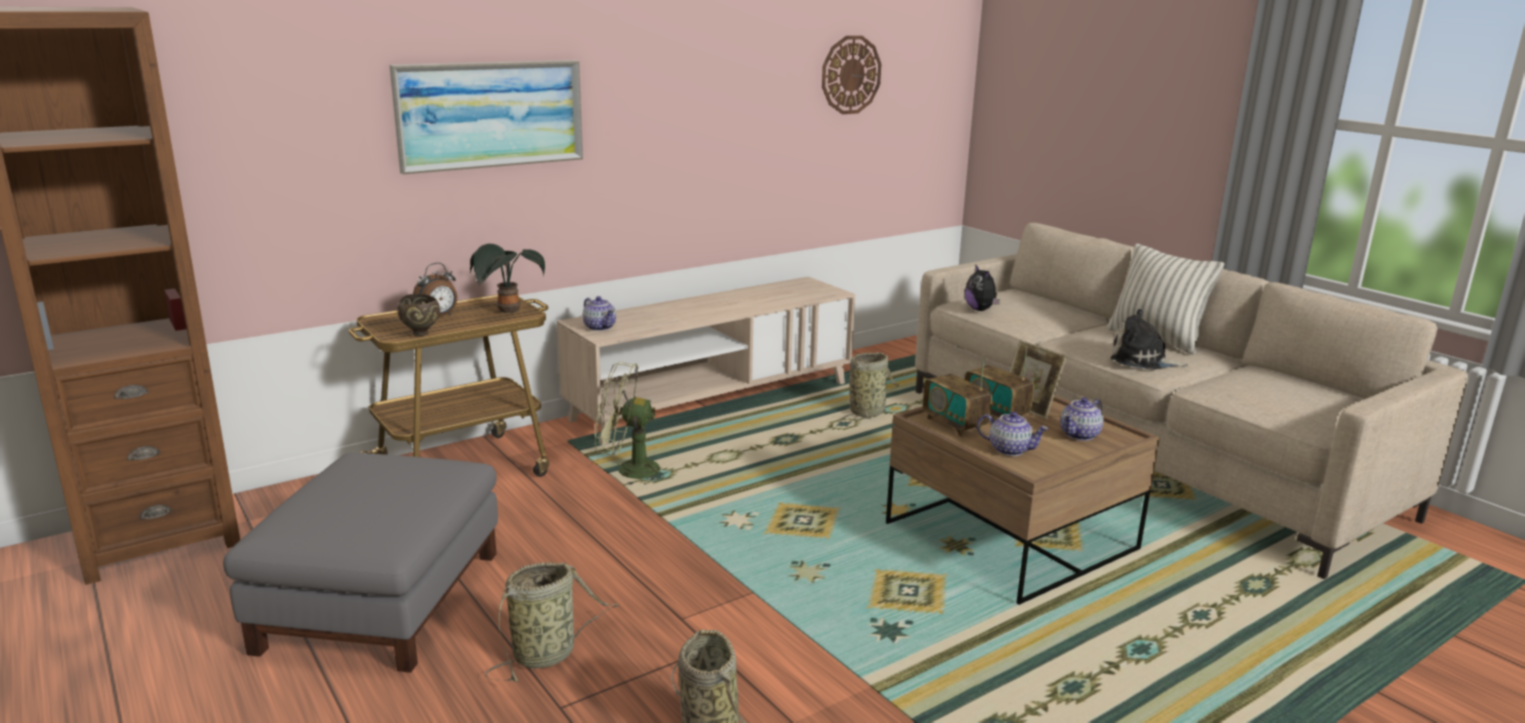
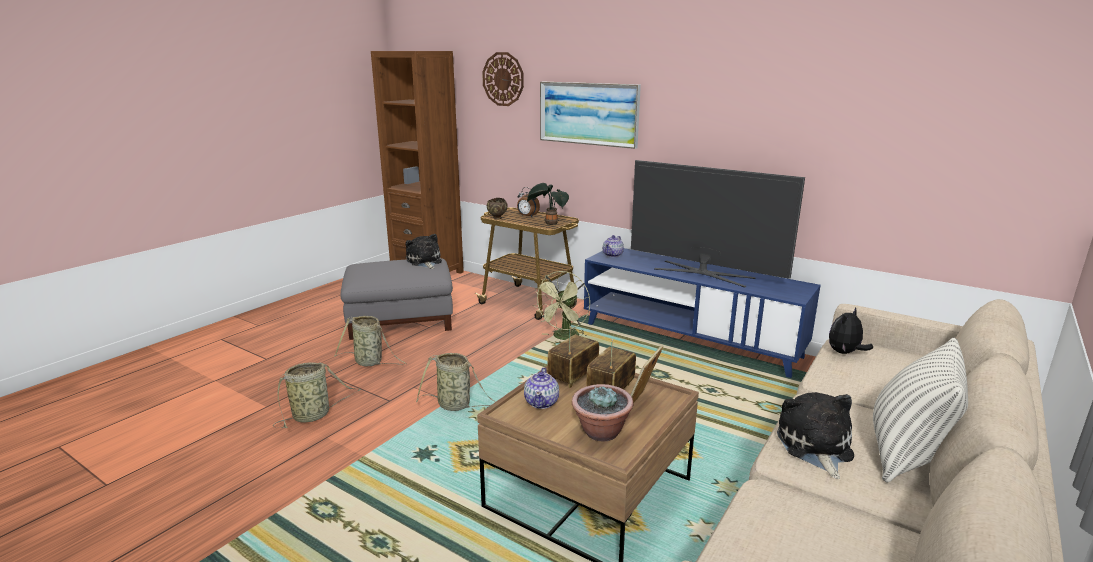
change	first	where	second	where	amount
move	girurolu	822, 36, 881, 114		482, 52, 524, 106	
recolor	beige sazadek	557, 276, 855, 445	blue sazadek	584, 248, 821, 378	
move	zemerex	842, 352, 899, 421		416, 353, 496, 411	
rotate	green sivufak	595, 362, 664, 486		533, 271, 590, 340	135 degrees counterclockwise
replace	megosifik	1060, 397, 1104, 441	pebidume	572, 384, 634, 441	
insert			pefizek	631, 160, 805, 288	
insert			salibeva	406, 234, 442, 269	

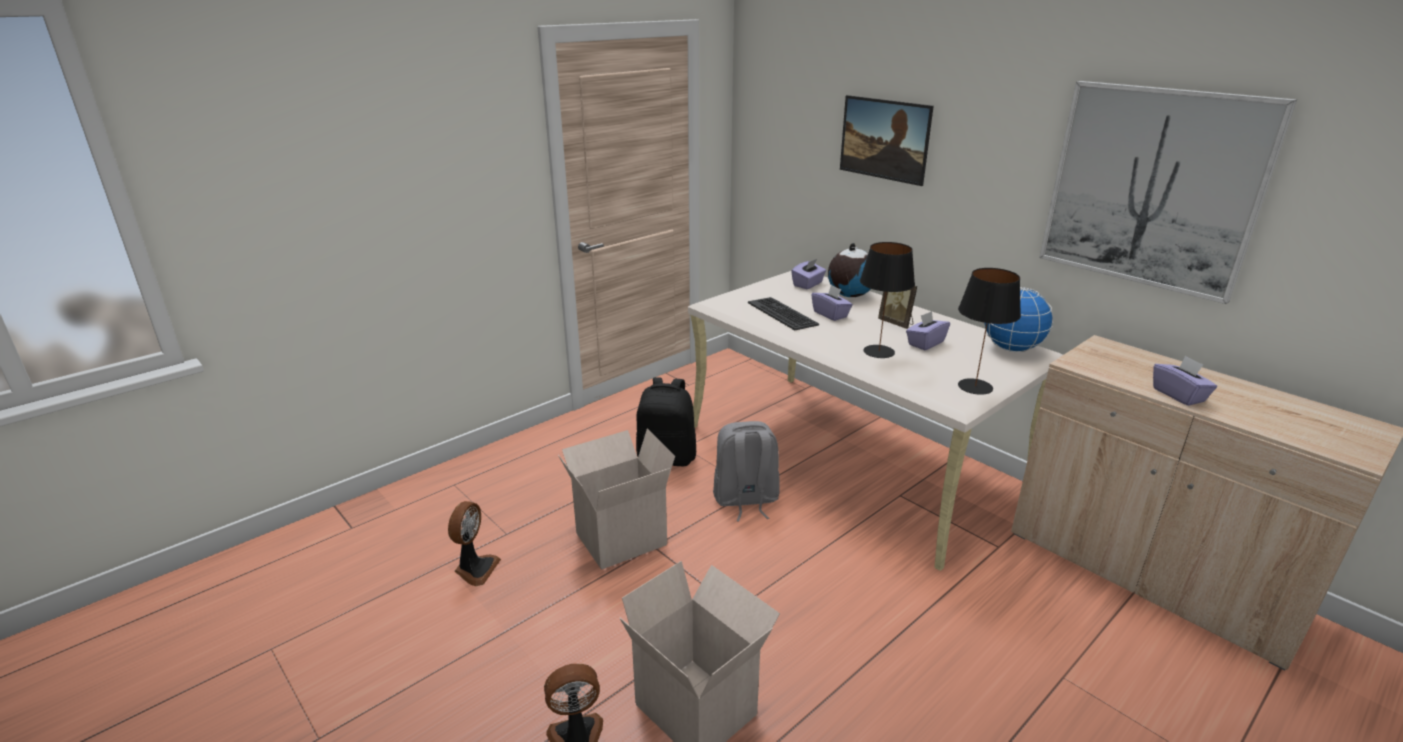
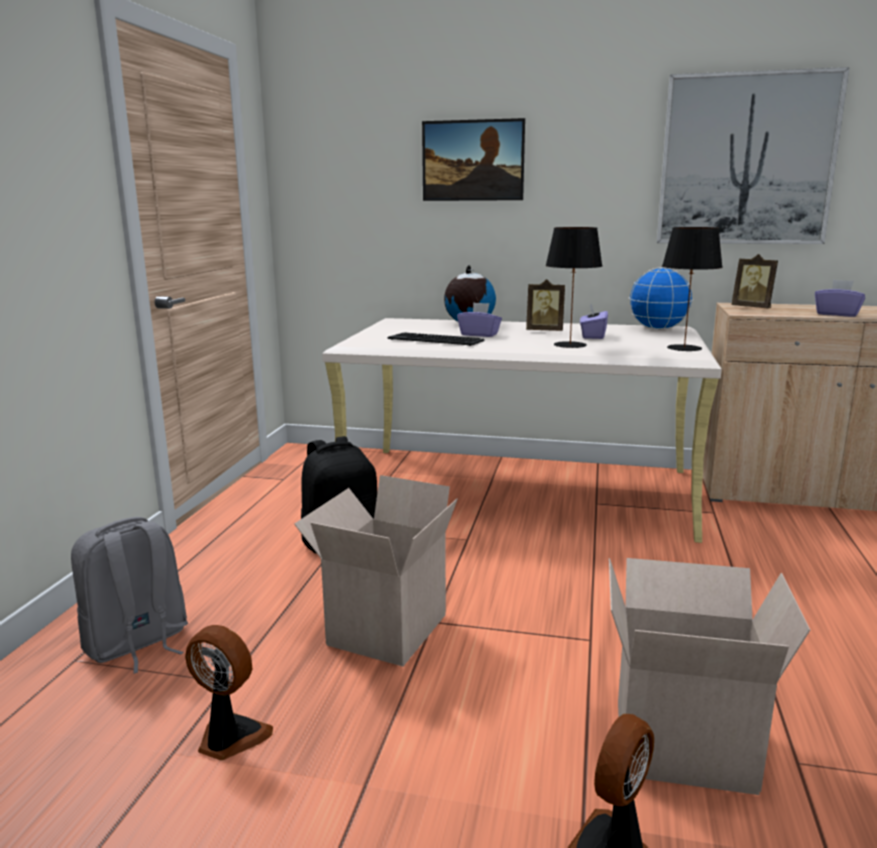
change	first	where	second	where	amount
delete	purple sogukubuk	791, 259, 826, 289			
move	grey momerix	713, 421, 780, 521		71, 517, 188, 674	
rotate	sivufak	448, 501, 501, 586		185, 625, 273, 761	45 degrees counterclockwise
insert			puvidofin	731, 254, 778, 308	

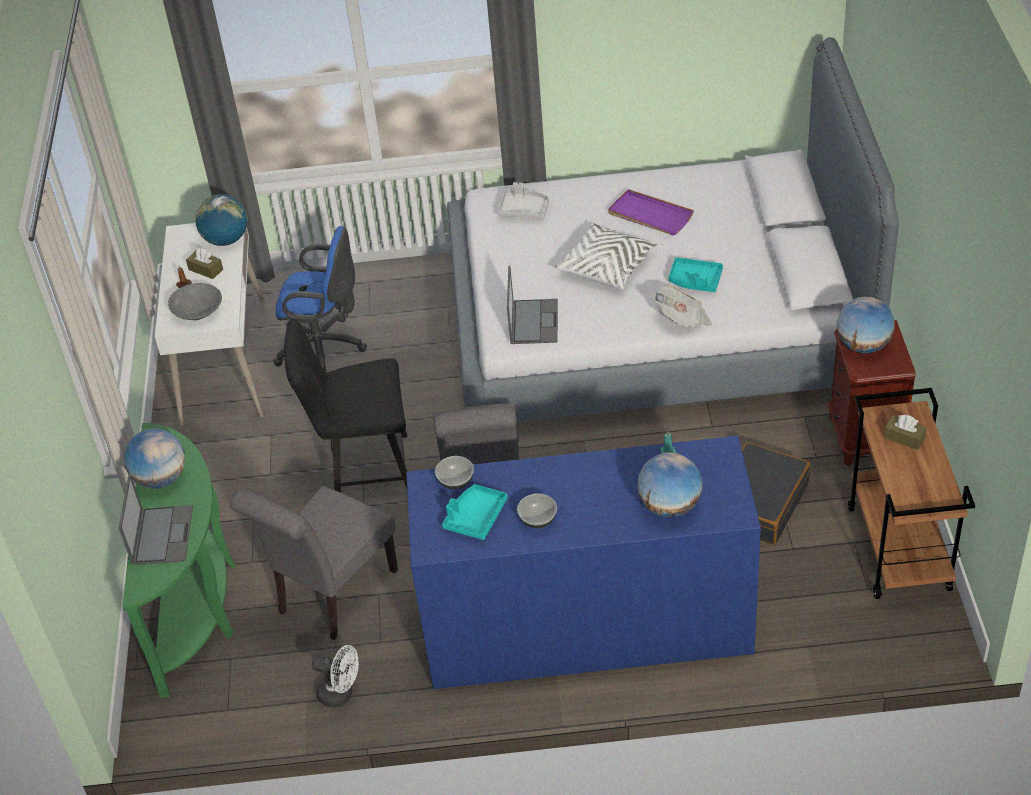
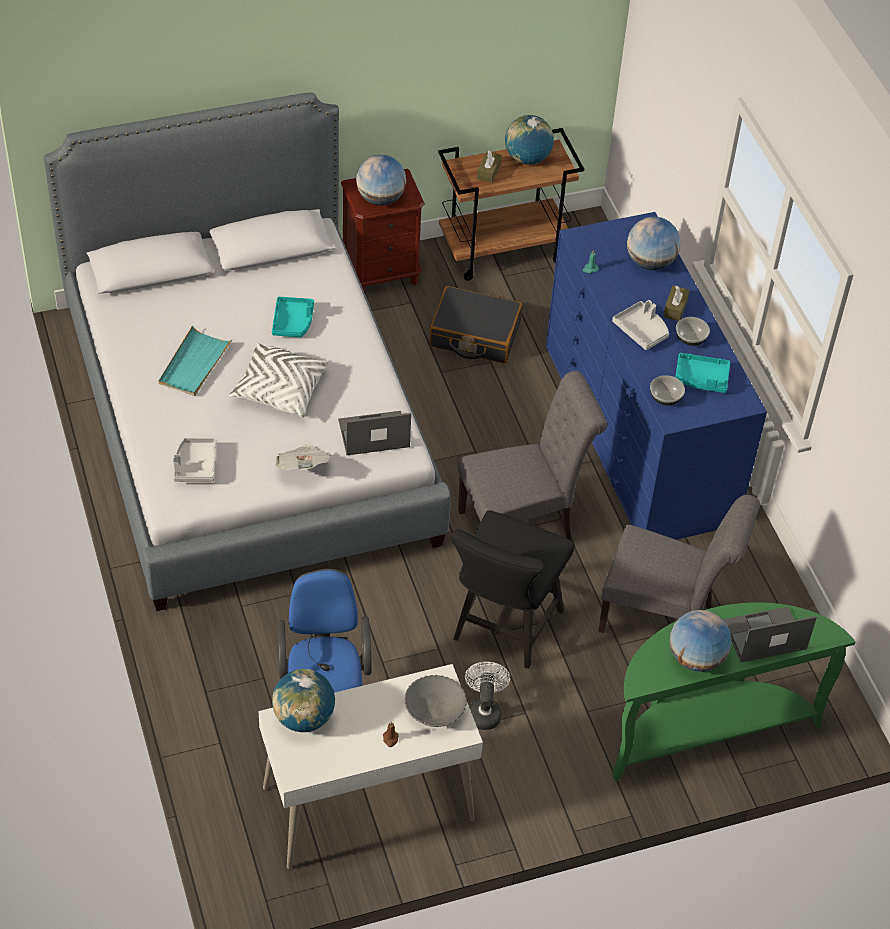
change	first	where	second	where	amount
recolor	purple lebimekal	608, 189, 694, 235	turquoise lebimekal	159, 326, 233, 396	
move	brown sogukubuk	186, 248, 223, 279		663, 286, 690, 321	
move	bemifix	653, 285, 712, 328		276, 444, 331, 471	
rotate	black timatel	284, 319, 407, 492		451, 510, 575, 669	45 degrees clockwise
move	white sivufak	312, 645, 359, 707		465, 662, 510, 730	
insert			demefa	505, 115, 554, 165	
insert			grey lebimekal	612, 300, 669, 350	

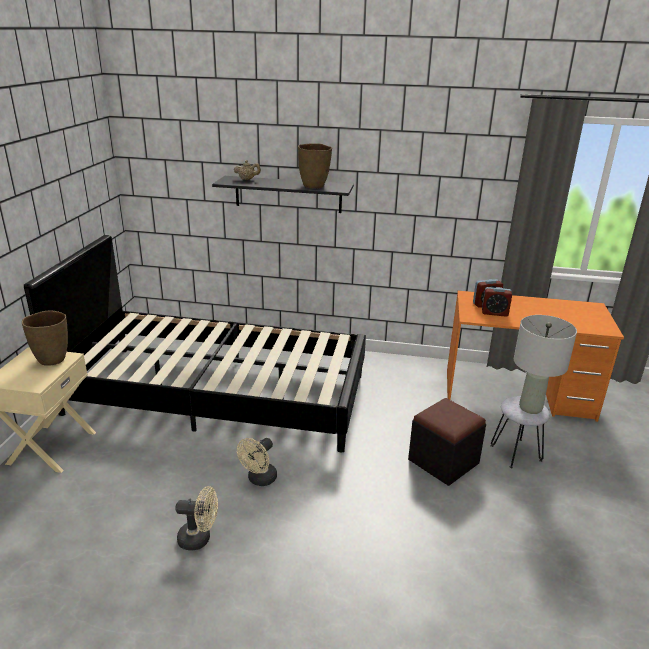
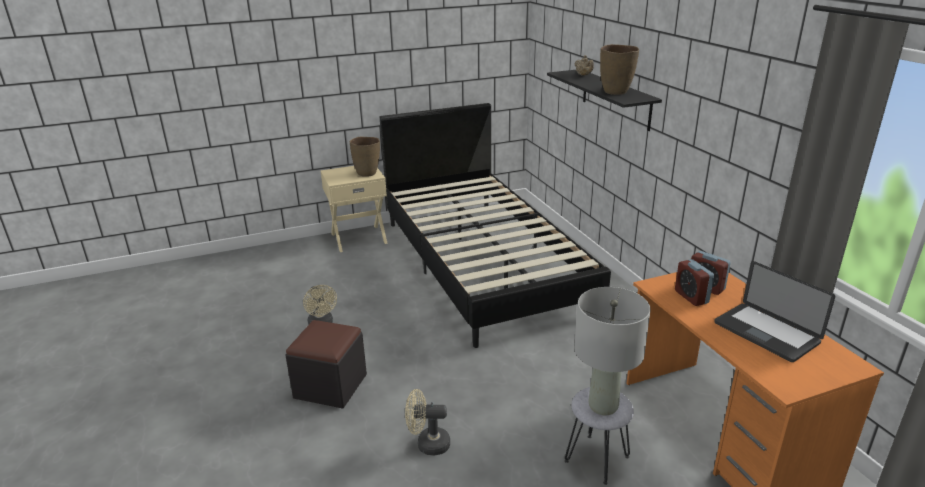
change	first	where	second	where	amount
move	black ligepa	408, 398, 486, 486		285, 320, 367, 409	
move	beige sivufak	237, 438, 277, 486		405, 389, 450, 455	
insert			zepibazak	714, 261, 835, 362	

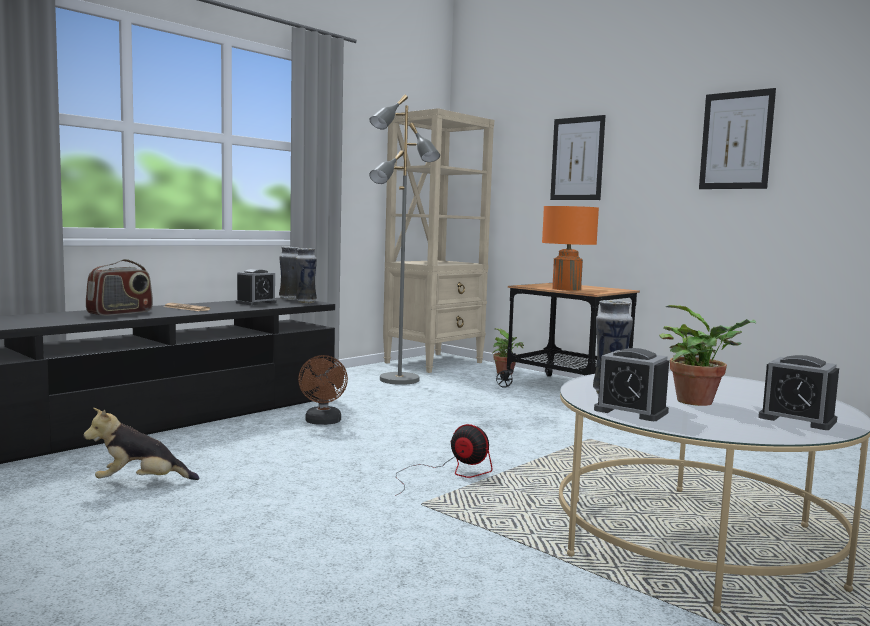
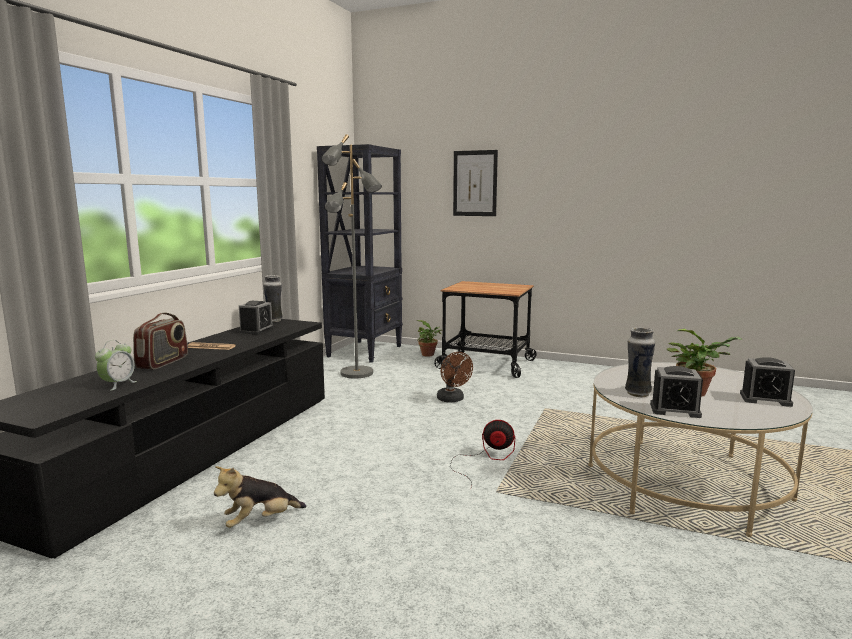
change	first	where	second	where	amount
delete	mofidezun	699, 88, 776, 189			
recolor	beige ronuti	383, 108, 494, 373	black ronuti	317, 144, 403, 363	
delete	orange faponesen	542, 206, 599, 291			
delete	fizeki	296, 248, 317, 303			
move	brown sivufak	298, 355, 348, 425		437, 352, 473, 403	
insert			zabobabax	95, 340, 137, 391	

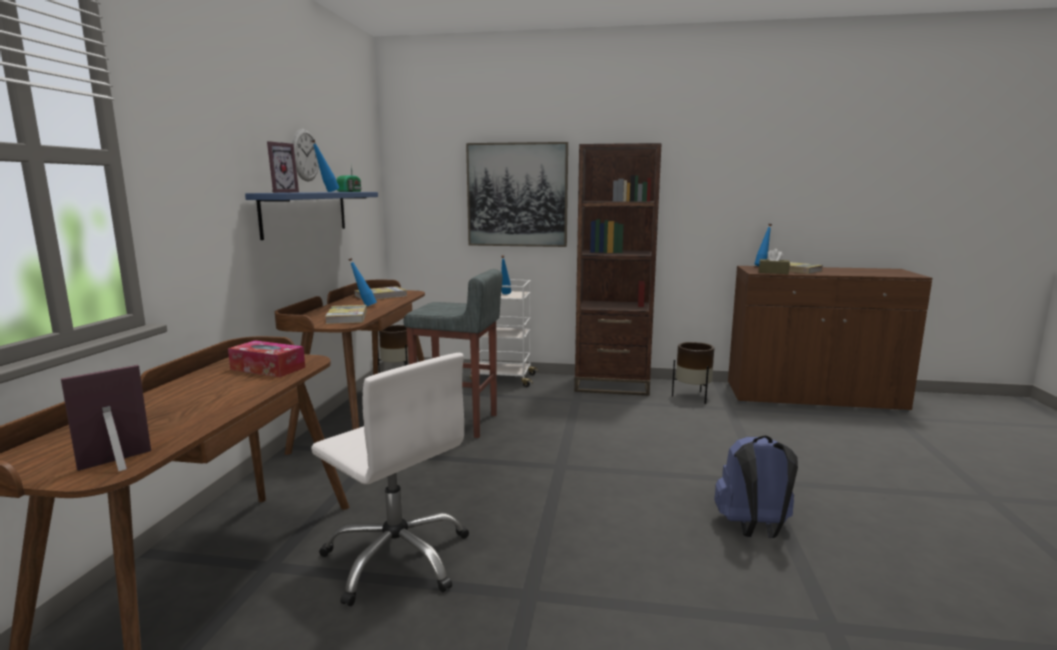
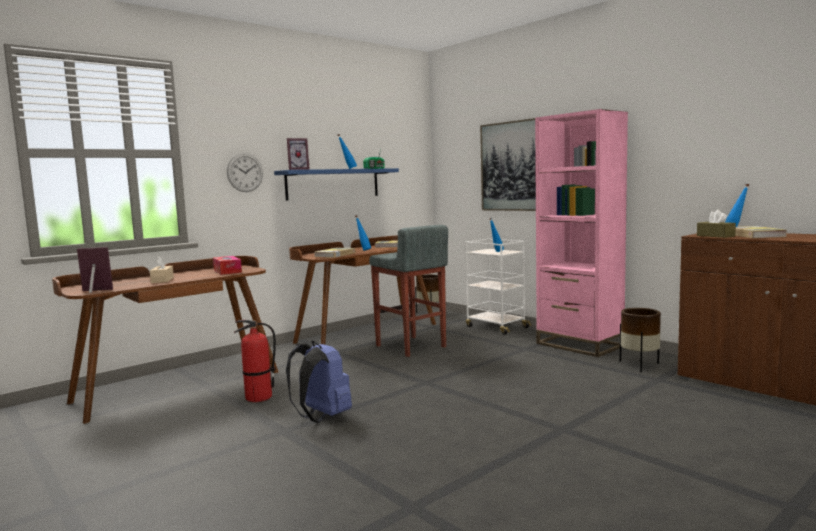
change	first	where	second	where	amount
move	girurolu	292, 129, 319, 182		227, 153, 263, 192	
recolor	brown ronuti	574, 143, 662, 396	pink ronuti	535, 109, 628, 357	
replace	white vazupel	311, 353, 469, 606	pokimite	234, 320, 276, 402	
move	blue momerix	714, 435, 798, 538		286, 341, 352, 423	
insert			beige sogukubuk	150, 256, 174, 283	

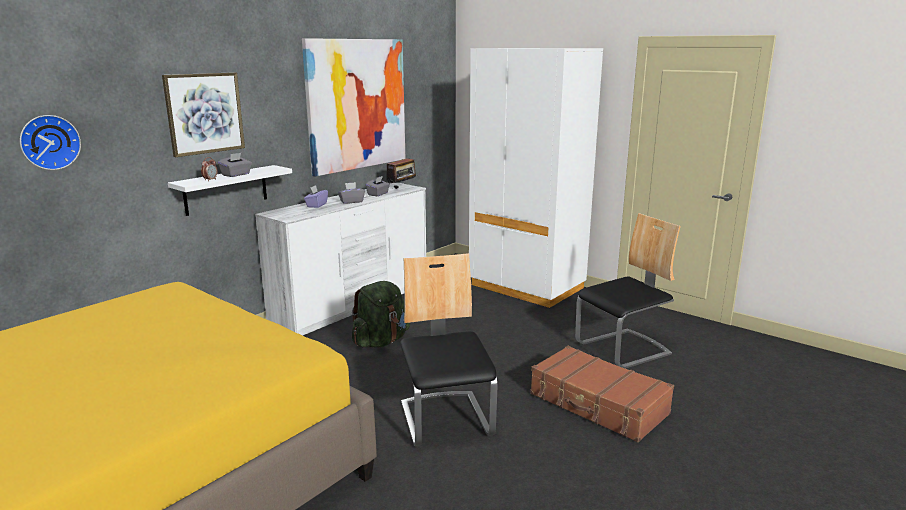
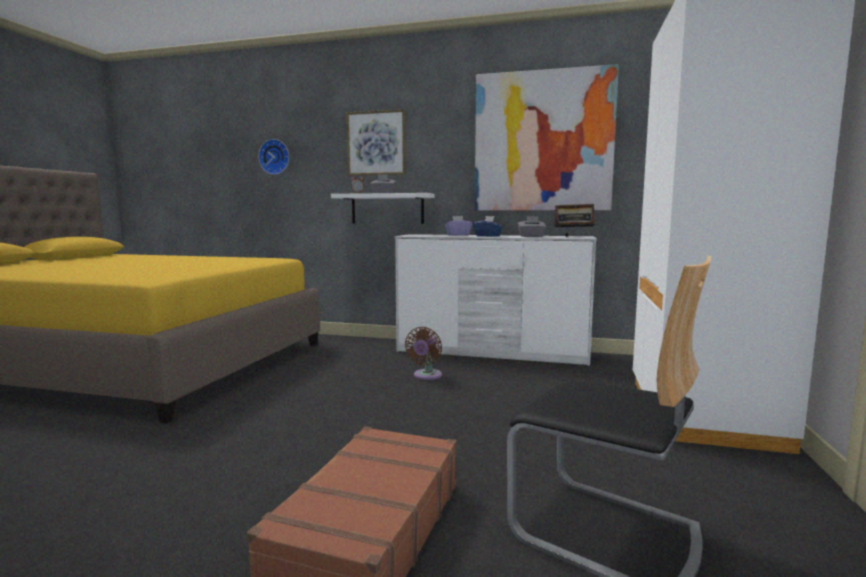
change	first	where	second	where	amount
recolor	grey sogukubuk	338, 182, 365, 204	blue sogukubuk	473, 216, 503, 237	
delete	timatel	400, 253, 497, 446			
replace	green momerix	352, 281, 410, 347	brown sivufak	405, 327, 442, 380	

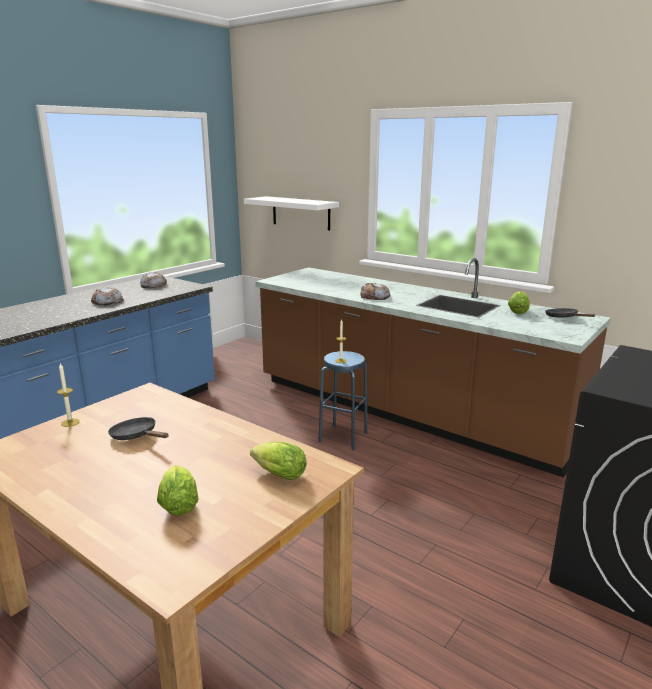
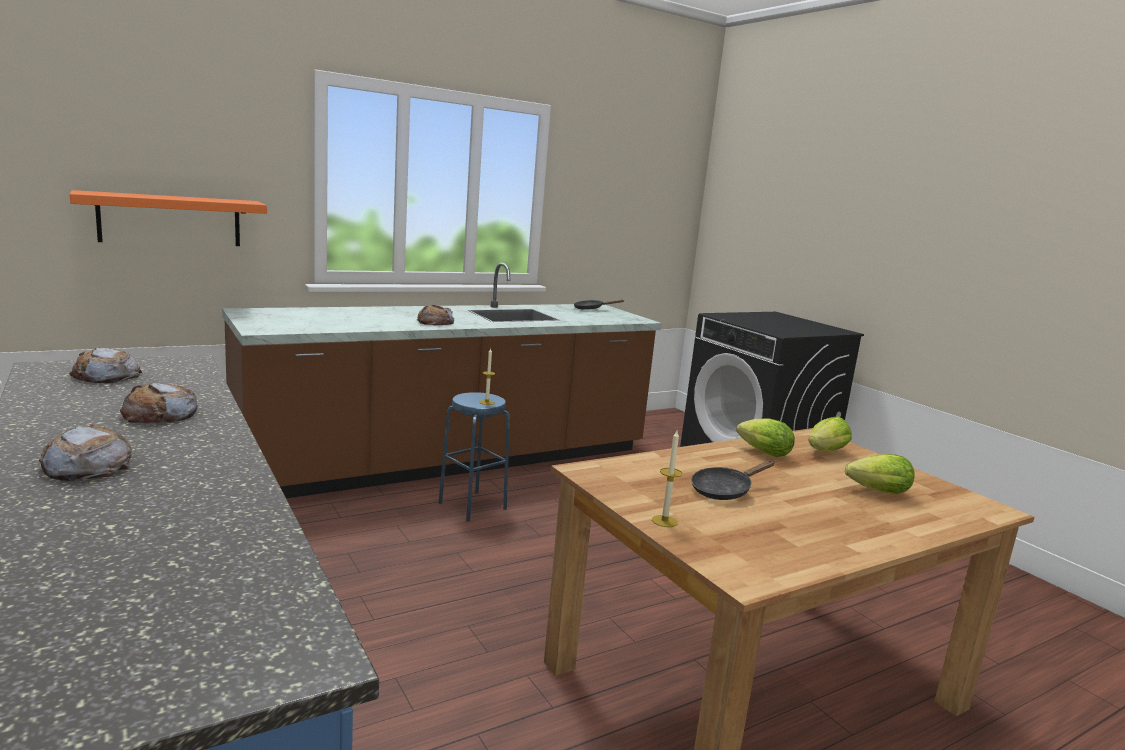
change	first	where	second	where	amount
recolor	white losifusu	244, 196, 339, 231	orange losifusu	70, 190, 267, 246	
move	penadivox	508, 291, 530, 314		736, 418, 795, 457	
insert			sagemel	39, 424, 132, 481	

